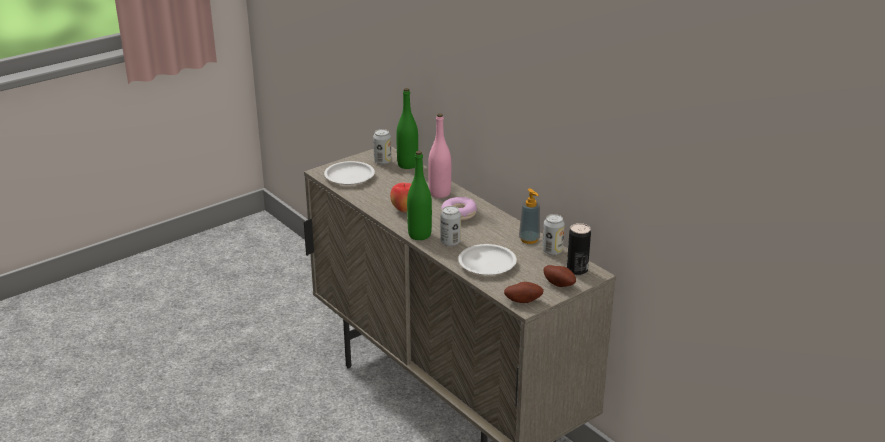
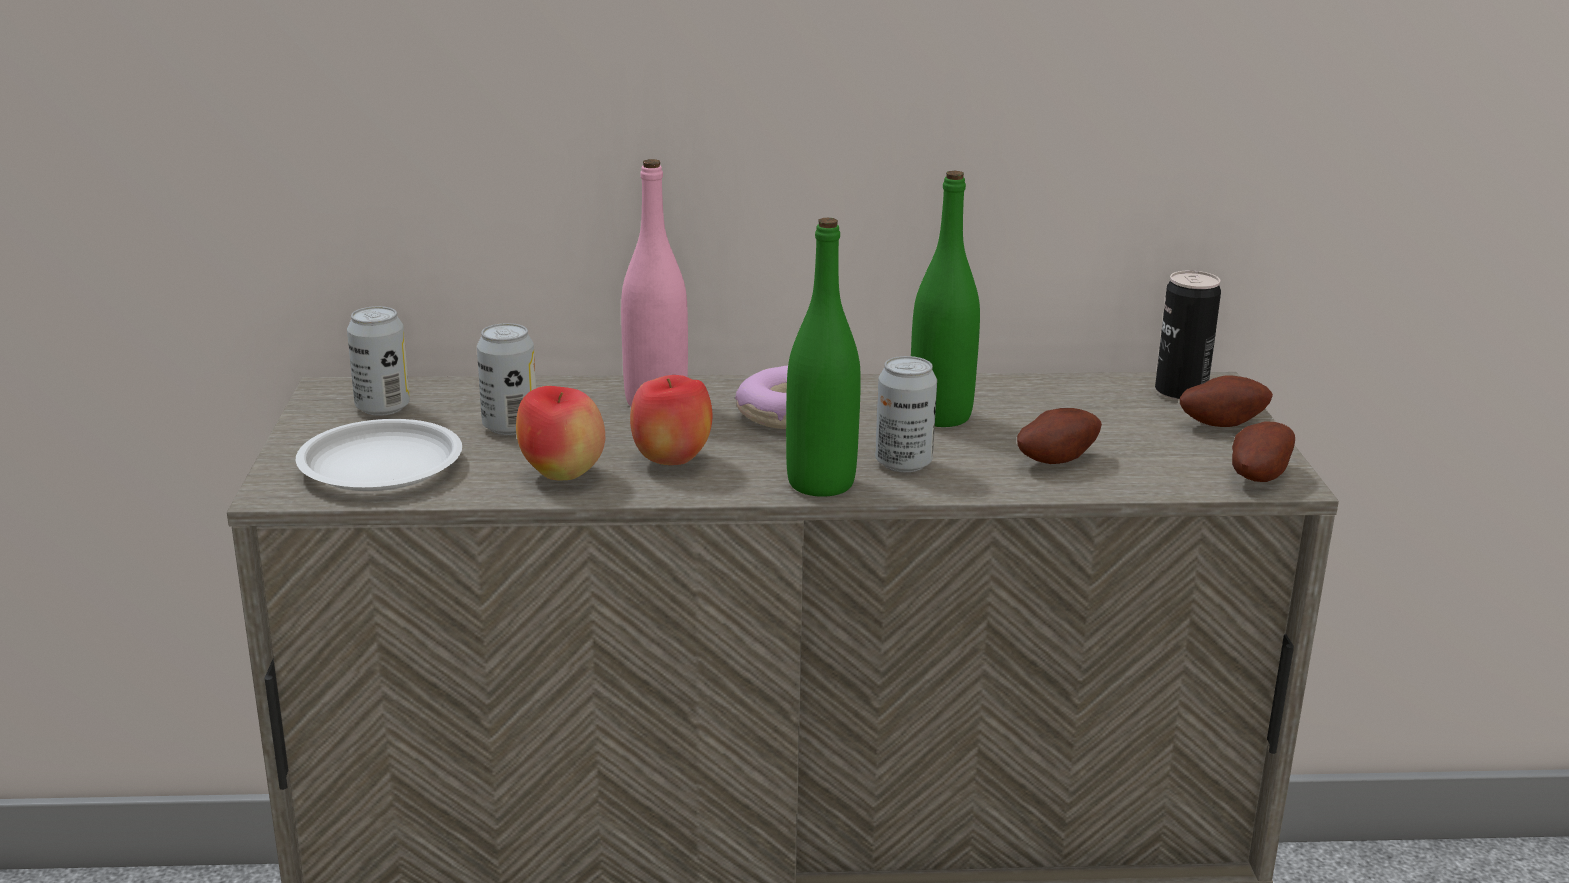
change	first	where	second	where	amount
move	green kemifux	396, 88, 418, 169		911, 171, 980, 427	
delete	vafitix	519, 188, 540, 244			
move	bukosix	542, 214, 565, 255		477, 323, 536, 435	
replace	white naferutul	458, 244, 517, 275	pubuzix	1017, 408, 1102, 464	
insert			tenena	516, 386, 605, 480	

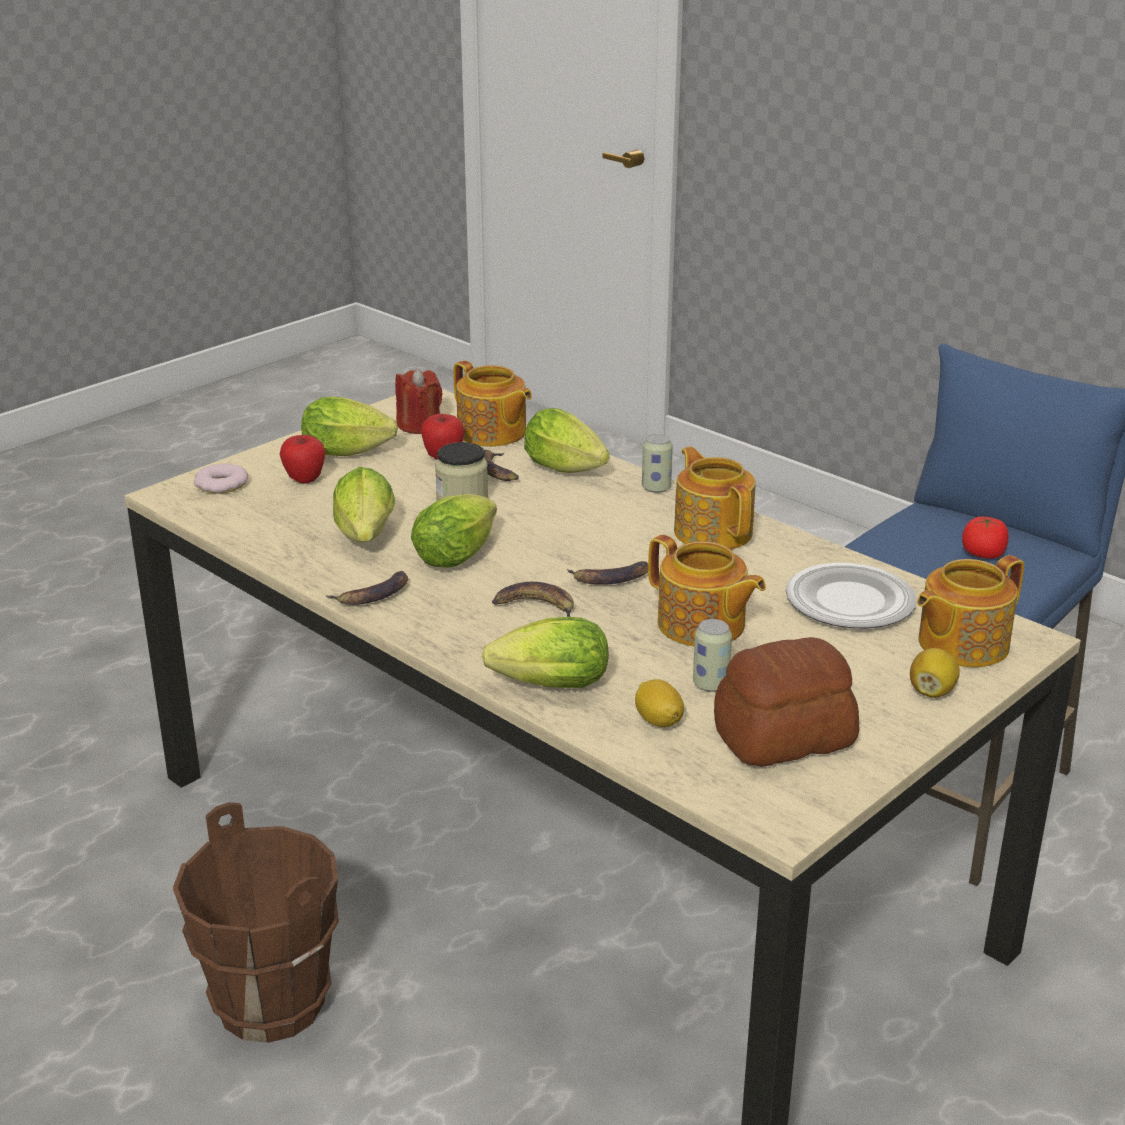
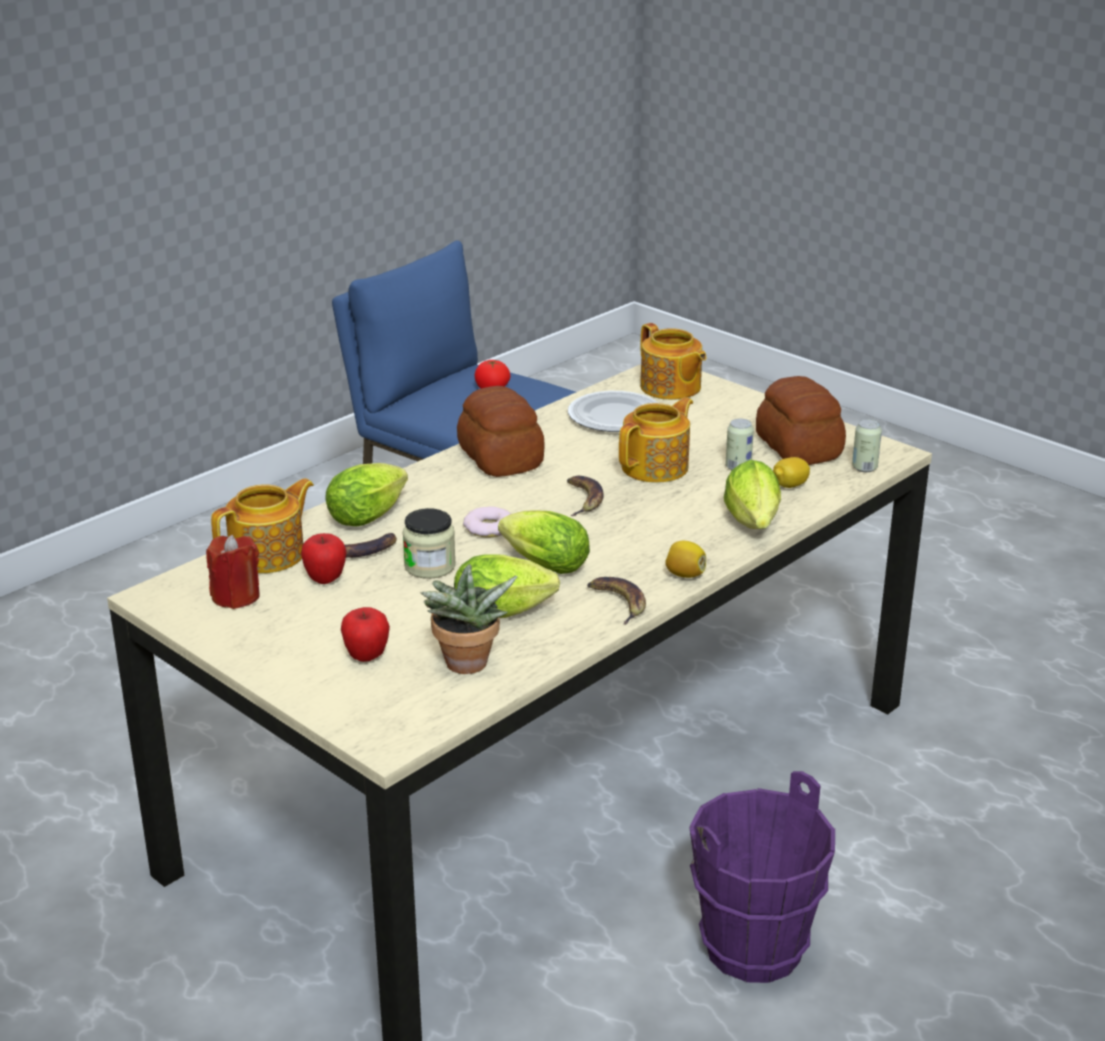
change	first	where	second	where	amount
delete	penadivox	301, 397, 398, 456			
move	bukosix	642, 434, 673, 493		852, 419, 882, 472	
replace	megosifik	674, 447, 756, 550	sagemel	457, 386, 545, 477	
move	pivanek	194, 463, 248, 494		463, 506, 511, 538	
delete	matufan	492, 582, 574, 617			
move	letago	910, 648, 960, 698		665, 541, 706, 578	
recolor	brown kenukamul	173, 802, 339, 1043	purple kenukamul	689, 771, 835, 983	
insert			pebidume	420, 564, 518, 674	

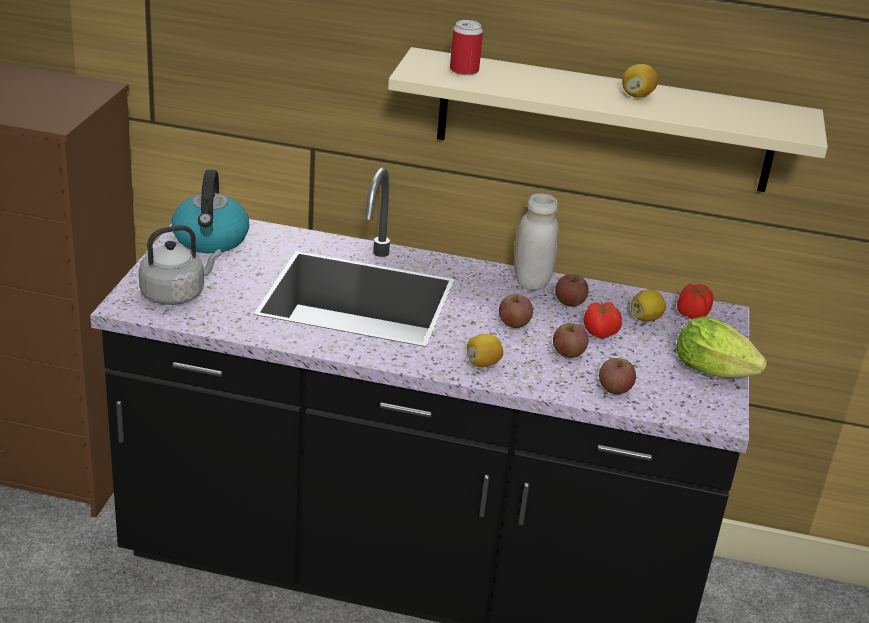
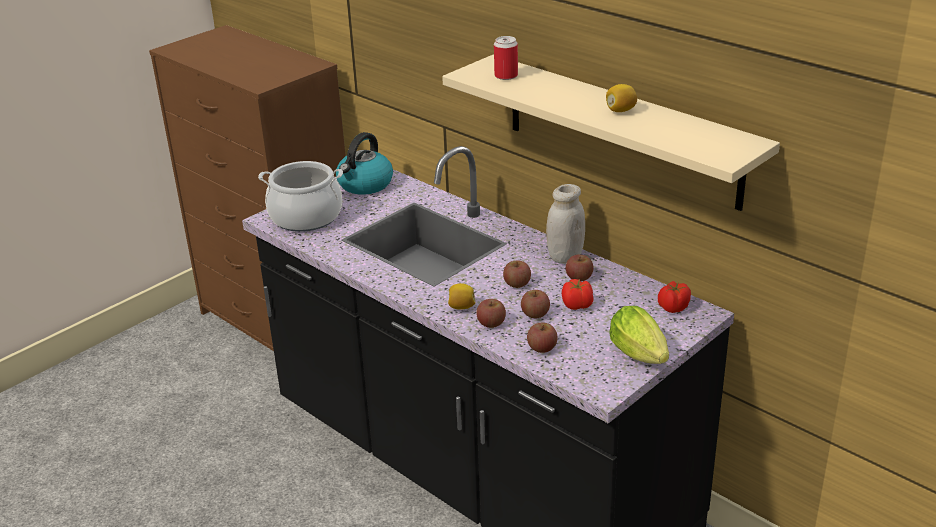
change	first	where	second	where	amount
replace	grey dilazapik	139, 225, 221, 305	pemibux	258, 161, 343, 232	
delete	letago	631, 289, 666, 322			
insert			tenena	476, 299, 506, 328	

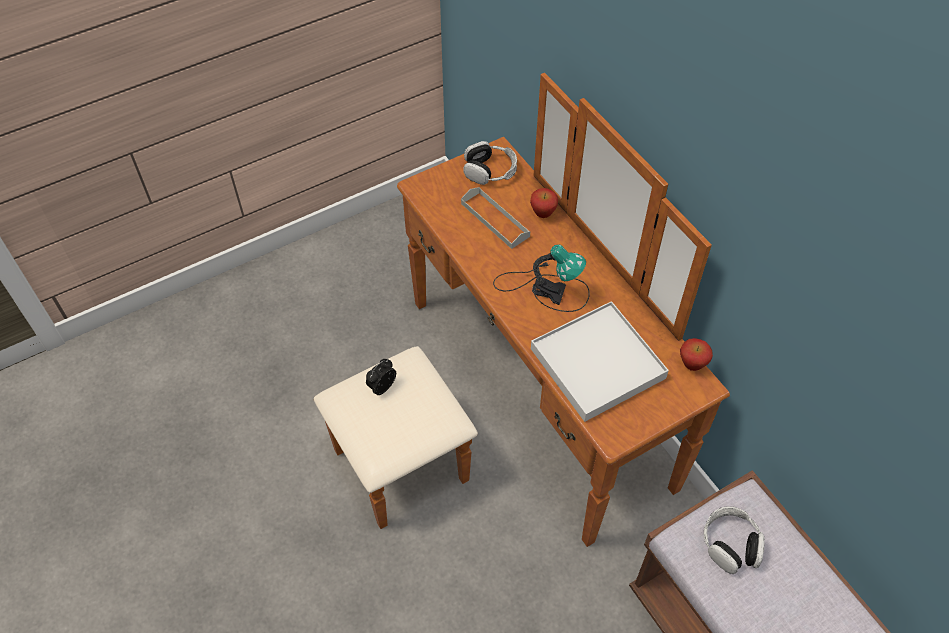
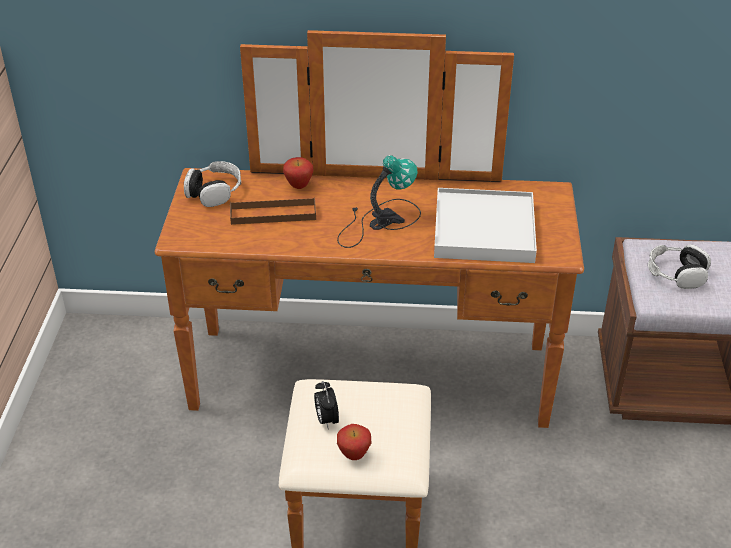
change	first	where	second	where	amount
recolor	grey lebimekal	461, 187, 530, 249	brown lebimekal	230, 197, 316, 225	
move	tenena	680, 338, 713, 371		337, 424, 371, 460	

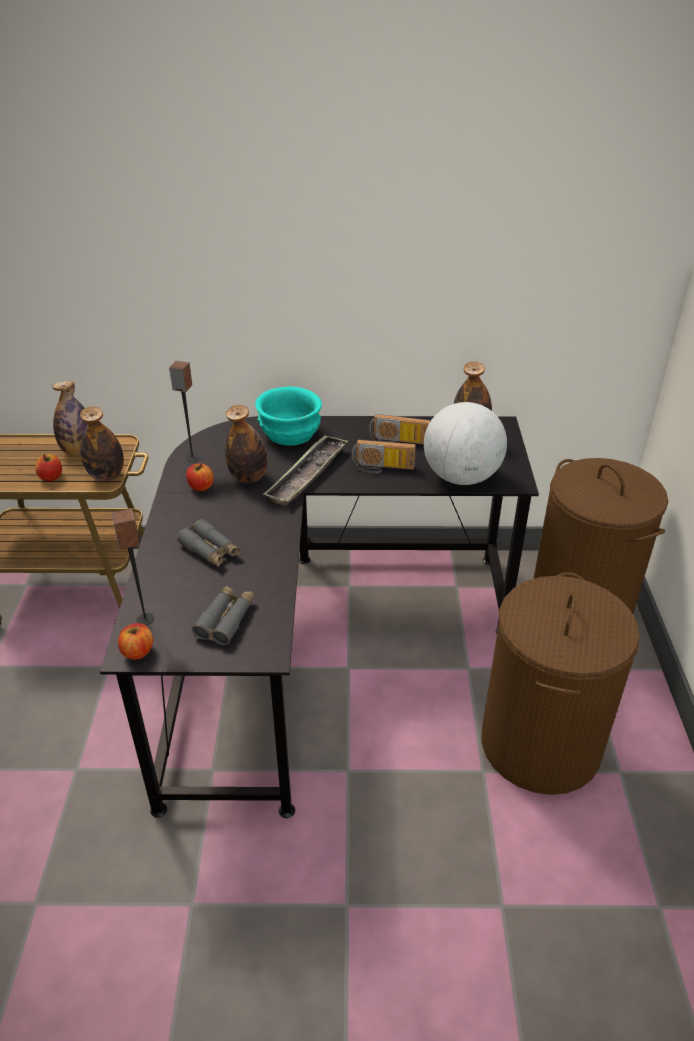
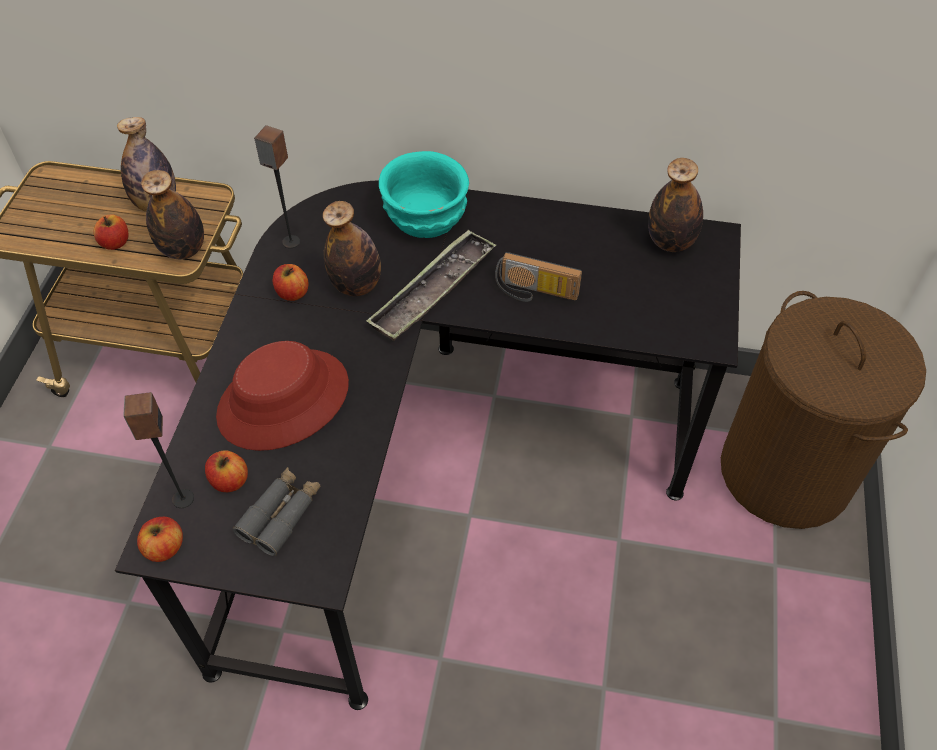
change	first	where	second	where	amount
delete	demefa	424, 402, 507, 485			
delete	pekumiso	369, 414, 430, 444			
replace	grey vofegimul	177, 519, 241, 567	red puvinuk	216, 341, 349, 451	
delete	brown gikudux	481, 572, 640, 795			
insert			tenena	205, 450, 248, 492	

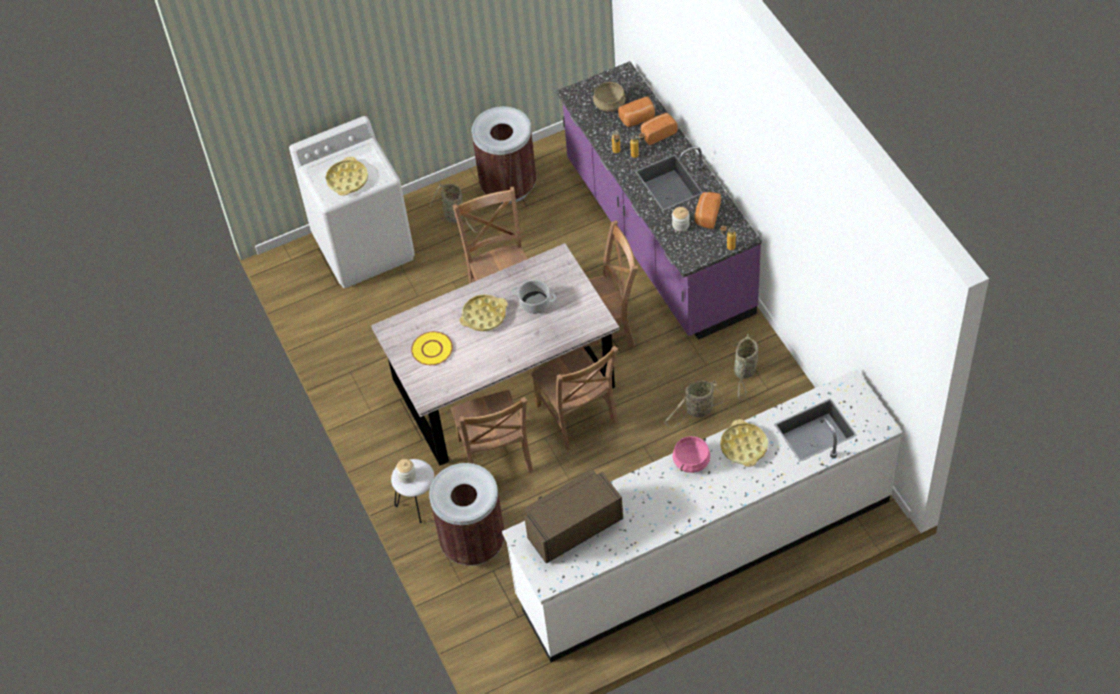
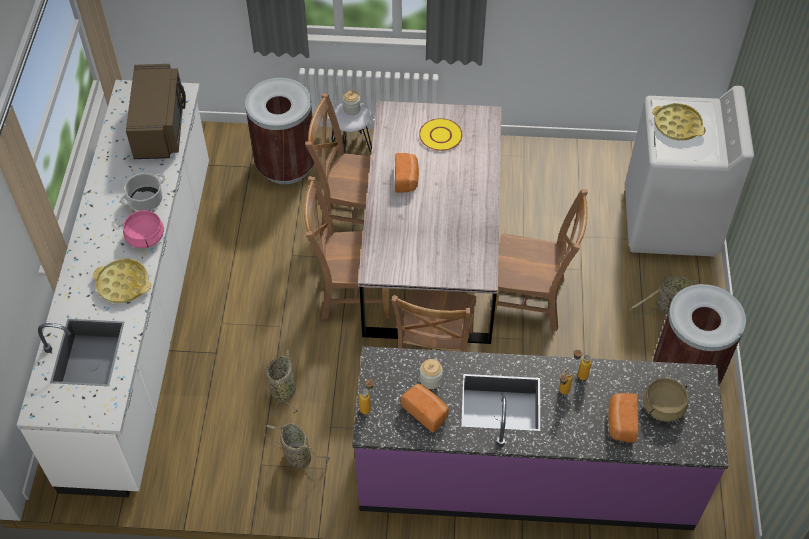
change	first	where	second	where	amount
move	sagemel	641, 113, 678, 145		395, 153, 419, 193	
move	pemibux	512, 280, 556, 314		120, 173, 165, 211	
delete	yellow lebimekal	459, 294, 508, 331			

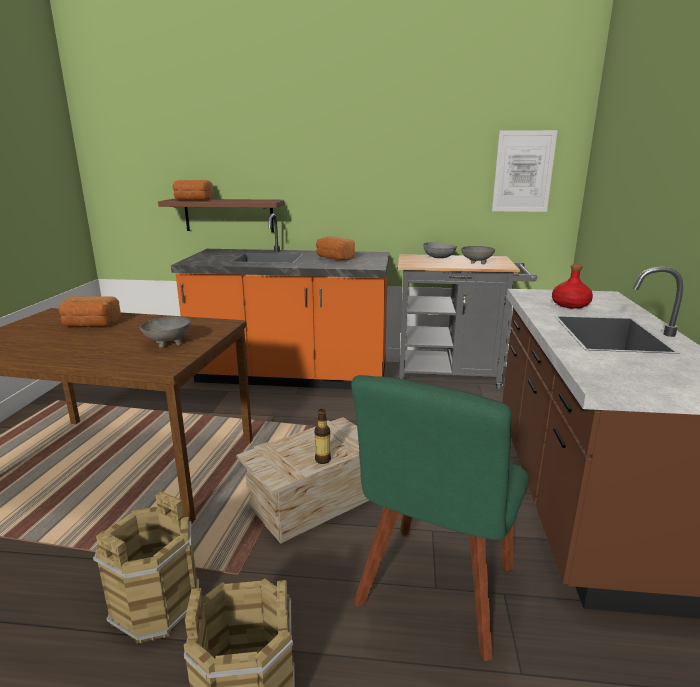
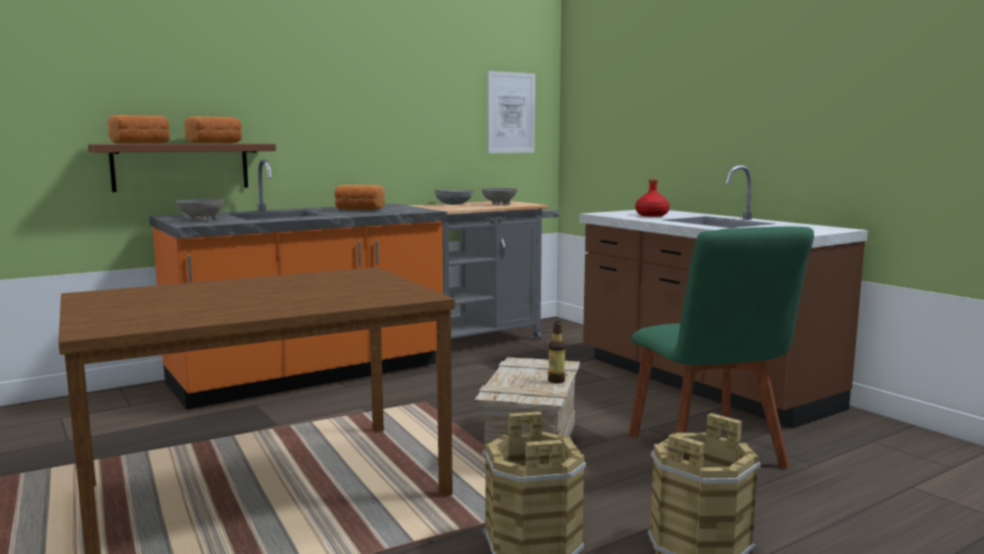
change	first	where	second	where	amount
move	sagemel	59, 296, 121, 327		184, 116, 242, 144	
move	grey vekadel	140, 316, 191, 348		176, 198, 225, 221	

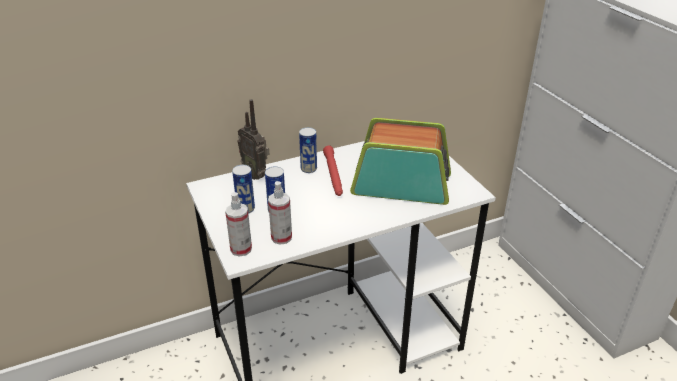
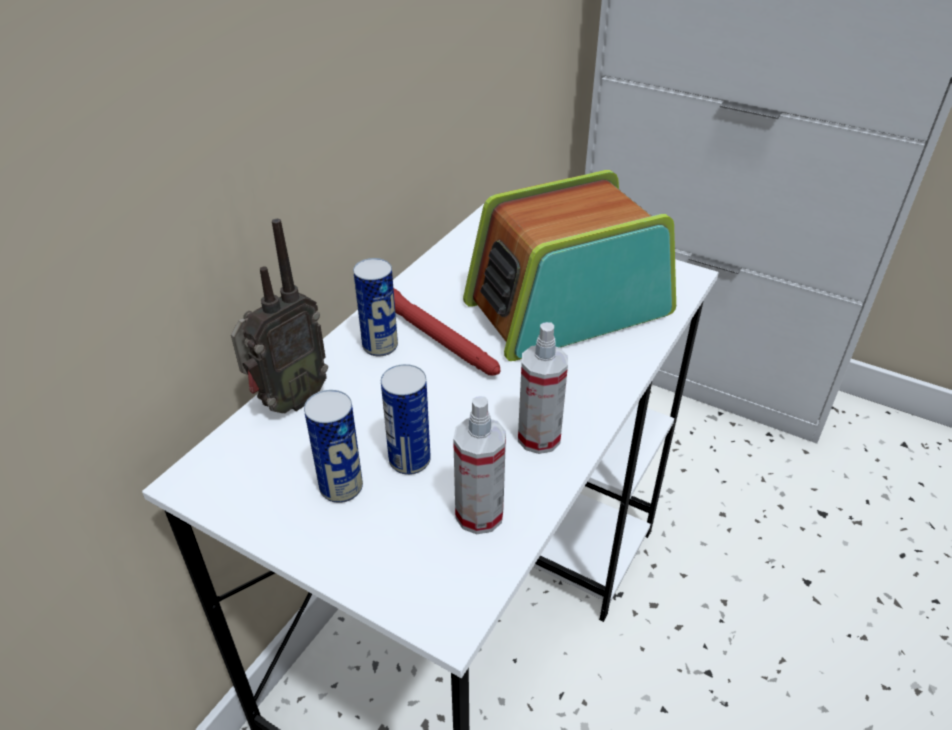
change	first	where	second	where	amount
rotate	pekumiso	237, 99, 270, 180		231, 219, 328, 413	60 degrees counterclockwise
move	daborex	225, 192, 252, 257		518, 322, 568, 454	

